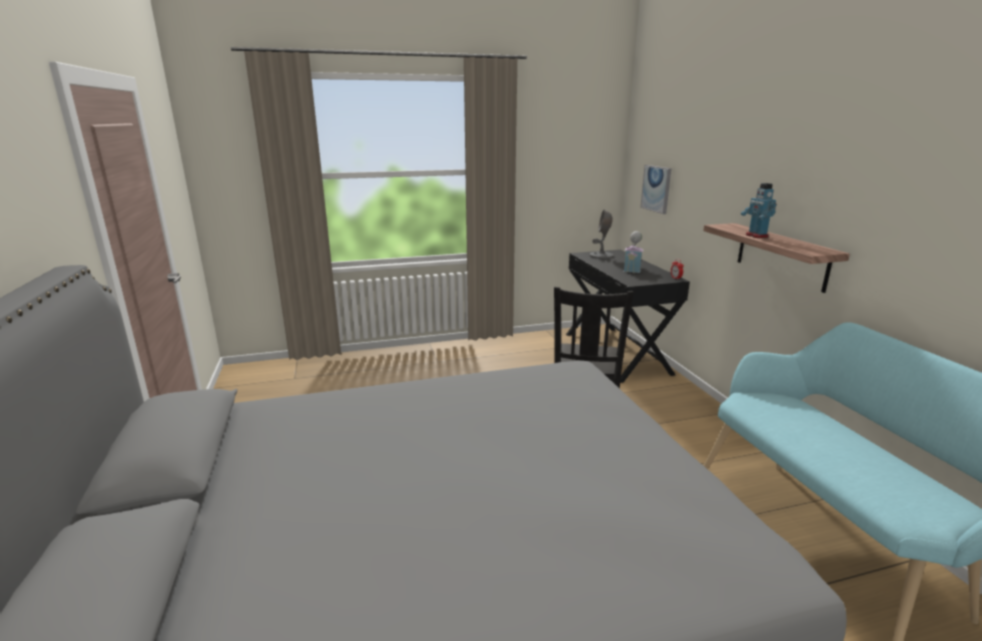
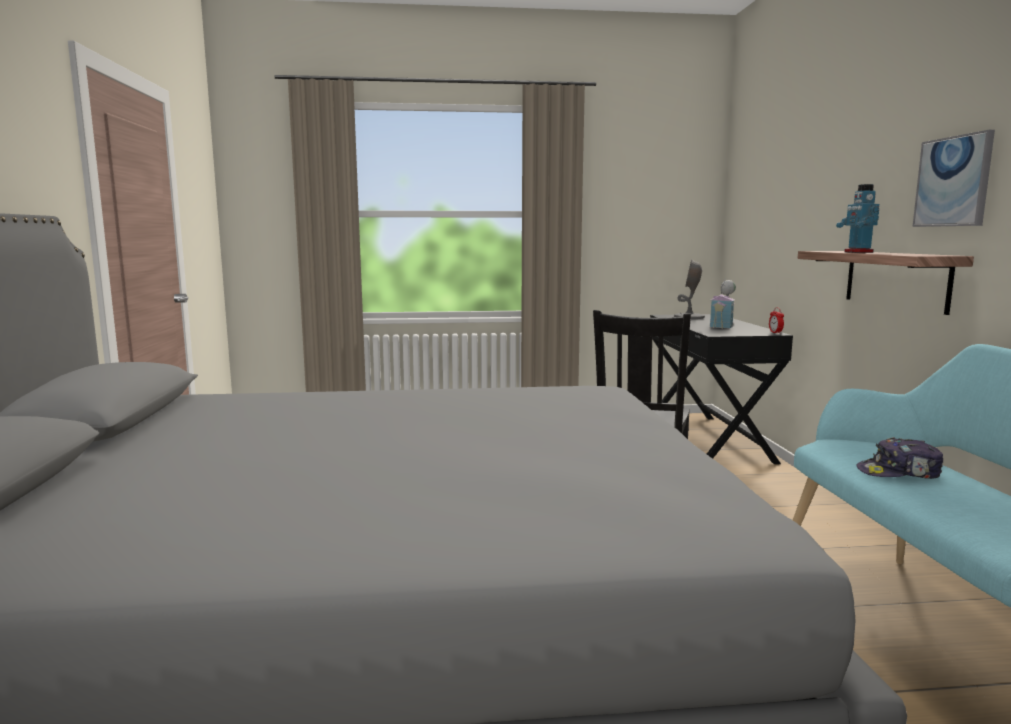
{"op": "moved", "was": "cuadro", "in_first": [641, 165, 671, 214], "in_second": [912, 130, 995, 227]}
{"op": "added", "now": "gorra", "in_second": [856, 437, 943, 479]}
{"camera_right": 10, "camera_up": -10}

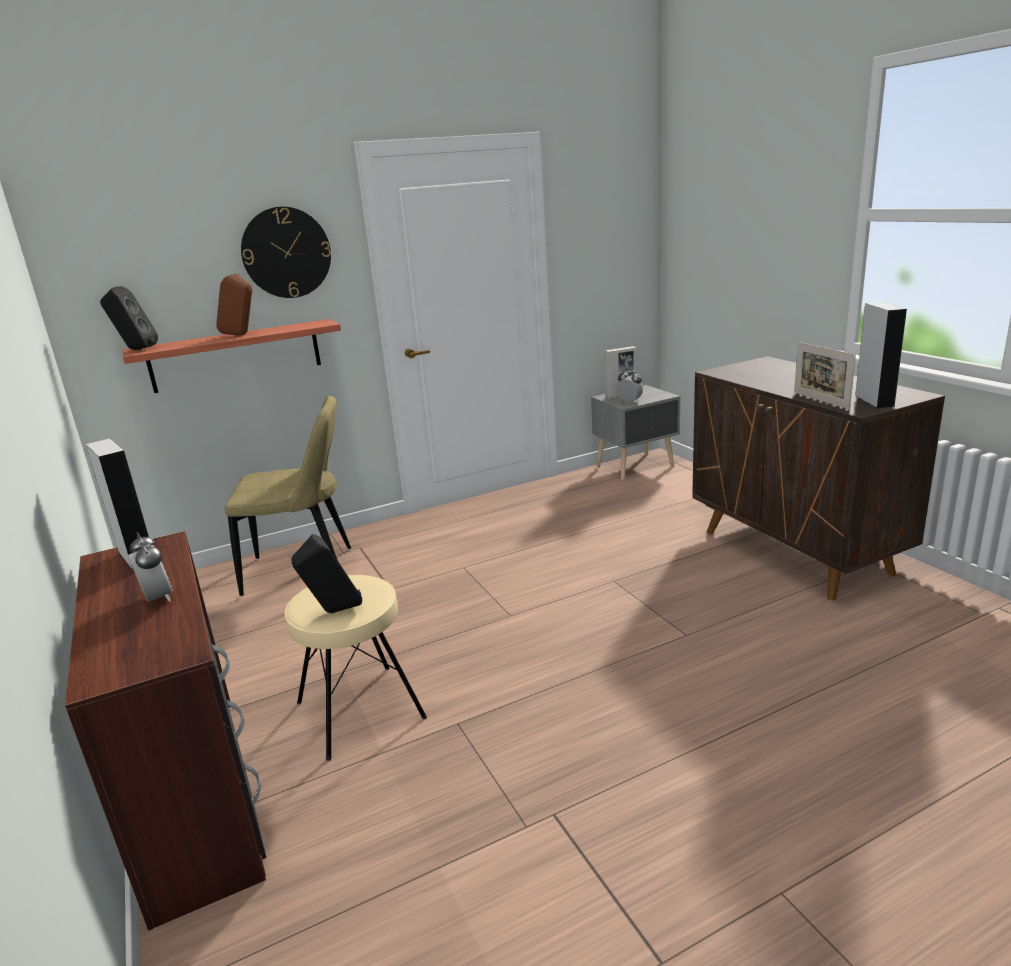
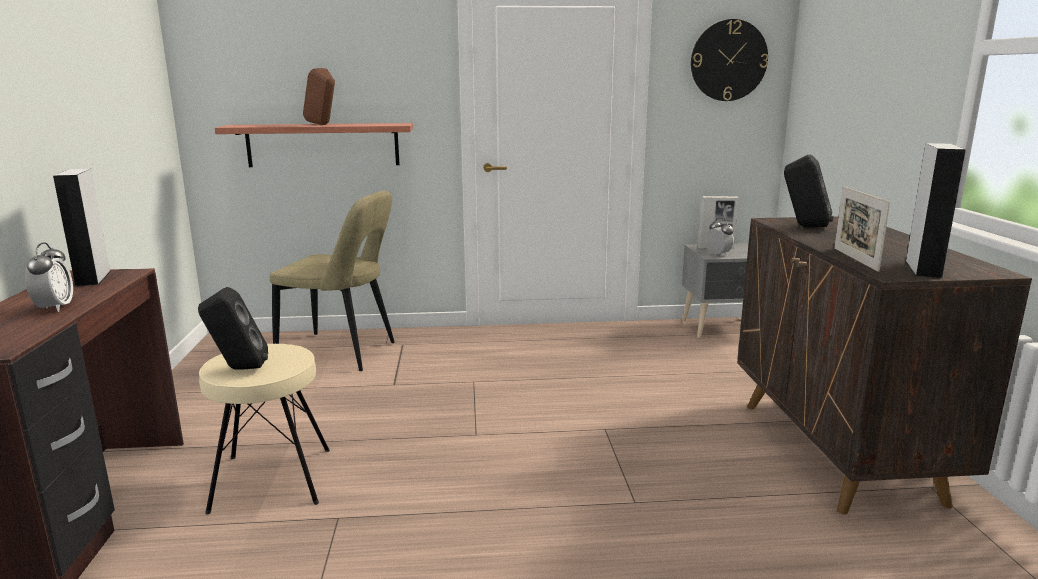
{"op": "moved", "was": "reloj de pared", "in_first": [241, 207, 331, 298], "in_second": [691, 19, 768, 101]}
{"op": "moved", "was": "altavoz (negro)", "in_first": [100, 286, 158, 350], "in_second": [784, 154, 833, 227]}
{"camera_right": 20, "camera_up": -5}

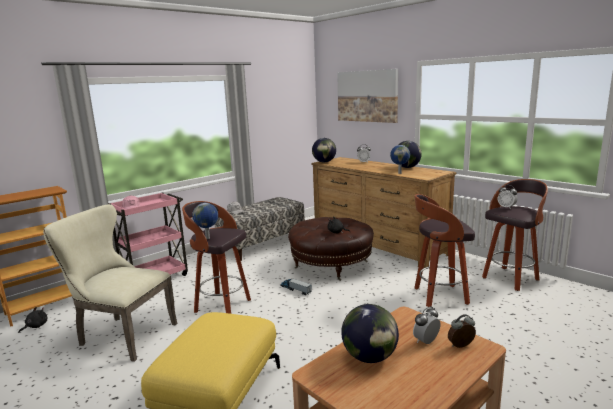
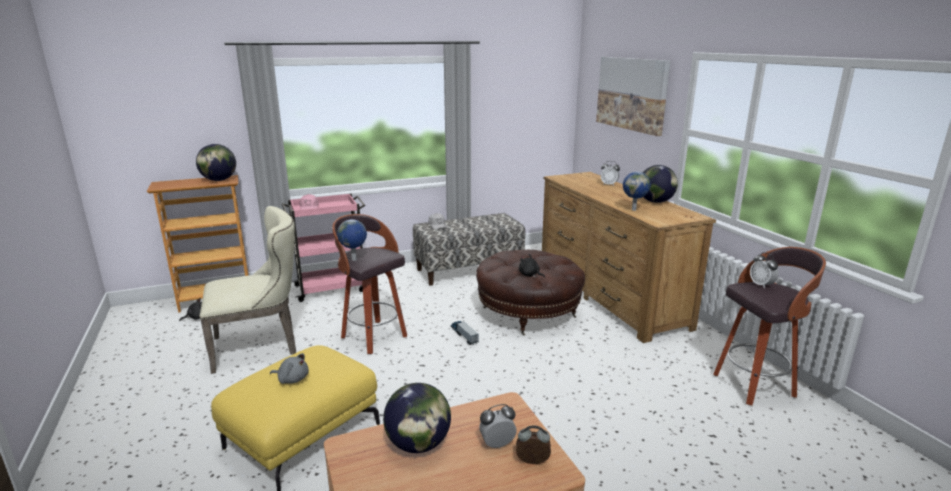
{"op": "moved", "was": "globo terráqueo", "in_first": [312, 138, 336, 162], "in_second": [196, 144, 236, 181]}
{"op": "removed", "was": "taburete", "in_first": [414, 194, 475, 307]}
{"op": "turned", "was": "silla (beis)", "in_first": [43, 204, 177, 362], "in_second": [200, 206, 296, 374], "clockwise": 120}
{"op": "added", "now": "peluche (gris)", "in_second": [270, 353, 309, 384]}
{"camera_right": 20, "camera_up": 5}

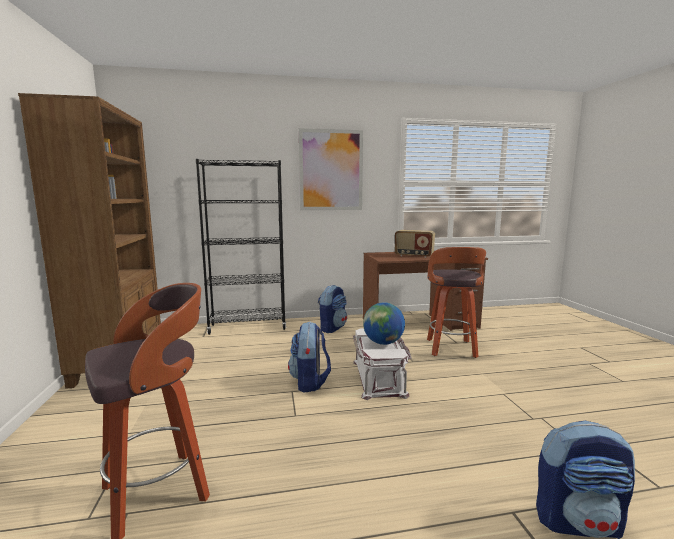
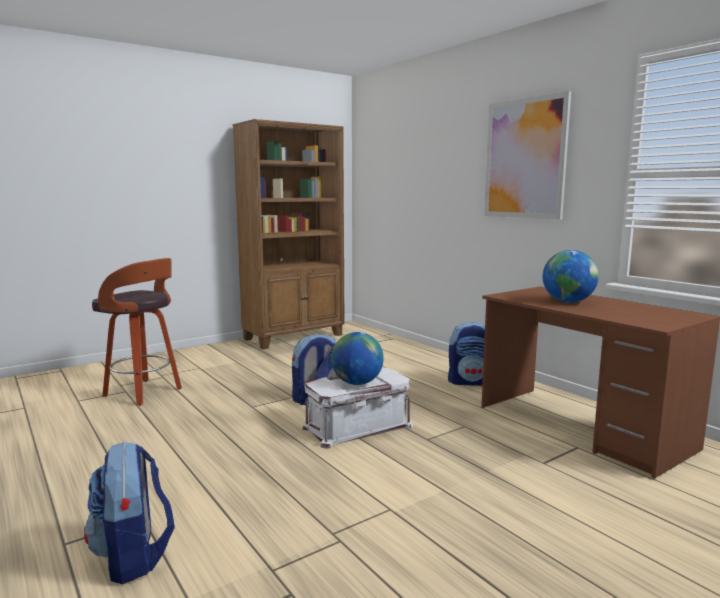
{"op": "removed", "was": "estantería (negro)", "in_first": [196, 159, 286, 335]}
{"op": "replaced", "was": "radio", "now": "globo terráqueo", "in_first": [395, 230, 435, 258], "in_second": [543, 250, 599, 303]}
{"op": "removed", "was": "taburete", "in_first": [427, 247, 486, 358]}
{"camera_right": 65, "camera_up": 0}

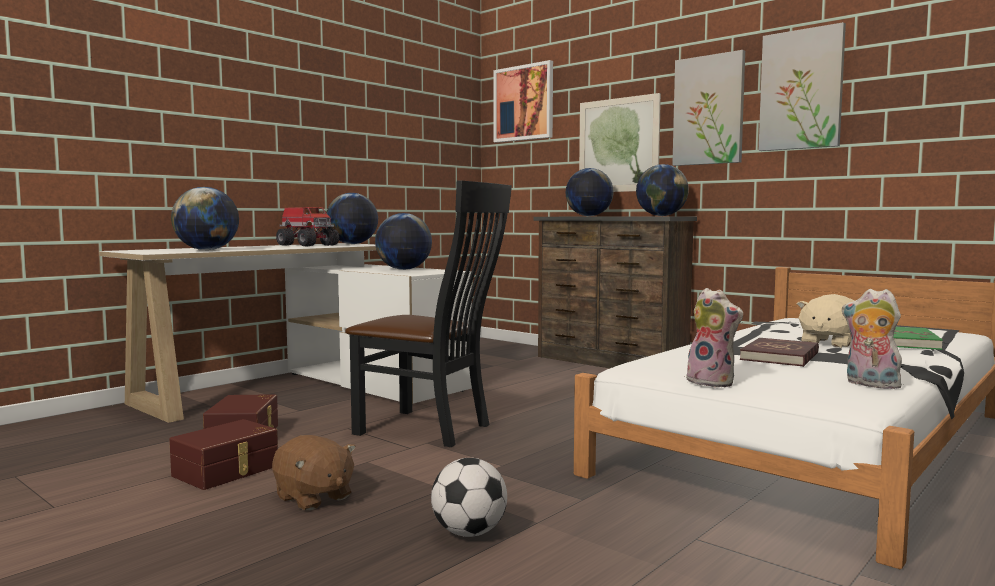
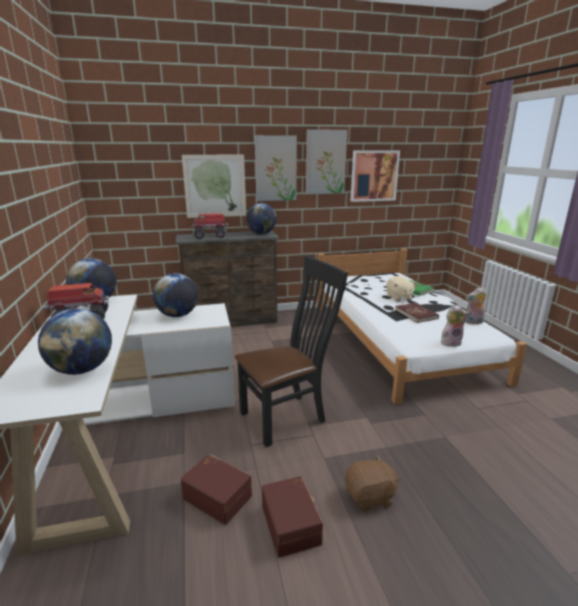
{"op": "moved", "was": "cuadro", "in_first": [493, 60, 553, 143], "in_second": [351, 150, 400, 202]}
{"op": "replaced", "was": "globo terráqueo", "now": "camión de juguete", "in_first": [565, 168, 614, 216], "in_second": [192, 213, 228, 239]}
{"op": "removed", "was": "balón de fútbol", "in_first": [431, 458, 507, 537]}
{"camera_right": -55, "camera_up": 15}

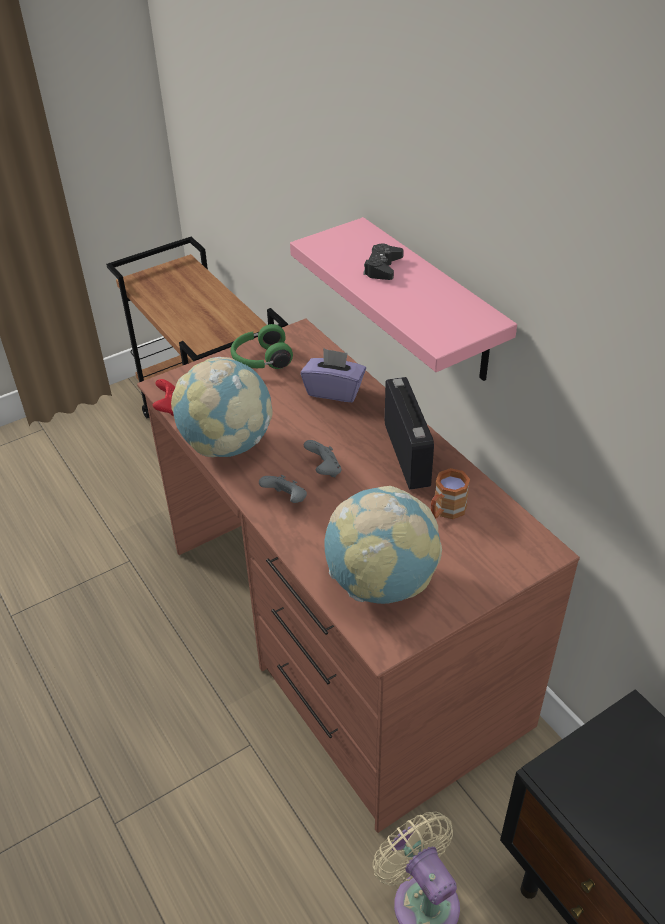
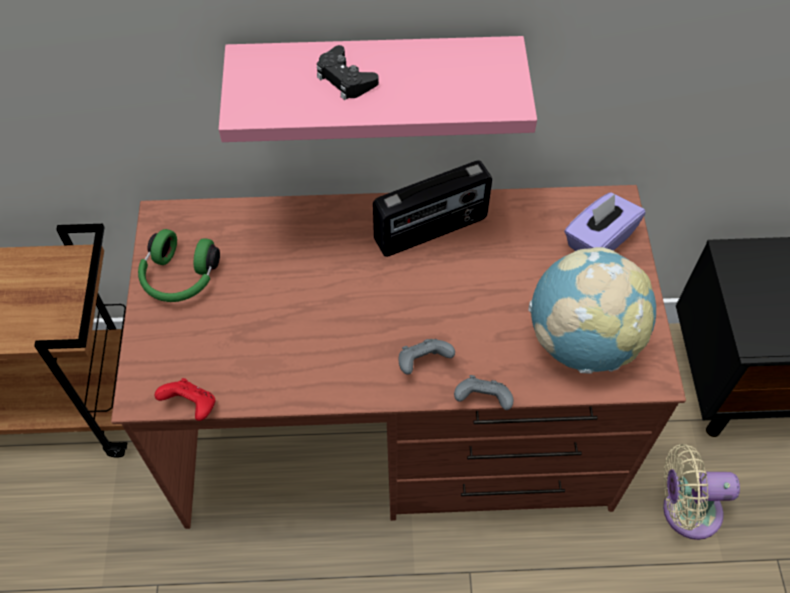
{"op": "moved", "was": "caja de pañuelos (morado)", "in_first": [301, 348, 366, 402], "in_second": [564, 192, 645, 251]}
{"op": "removed", "was": "globo terráqueo", "in_first": [171, 357, 272, 457]}
{"op": "turned", "was": "radio", "in_first": [385, 377, 434, 490], "in_second": [373, 160, 492, 257], "clockwise": 135}
{"op": "moved", "was": "mando de consola (gris)", "in_first": [304, 440, 341, 477], "in_second": [454, 375, 514, 410]}
{"op": "removed", "was": "taza grande (marrón)", "in_first": [431, 468, 470, 519]}
{"camera_right": -60, "camera_up": 15}

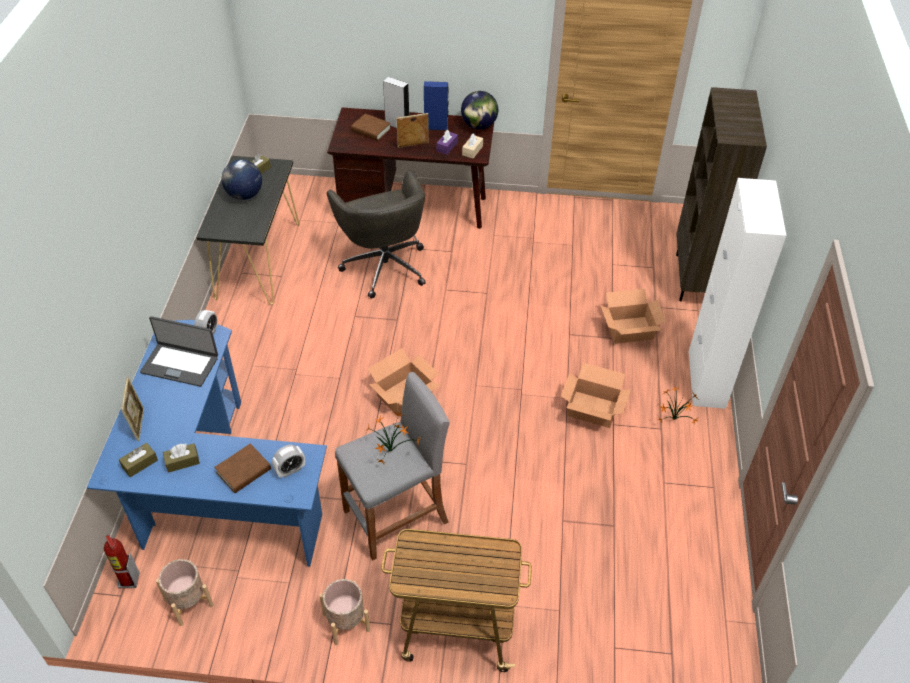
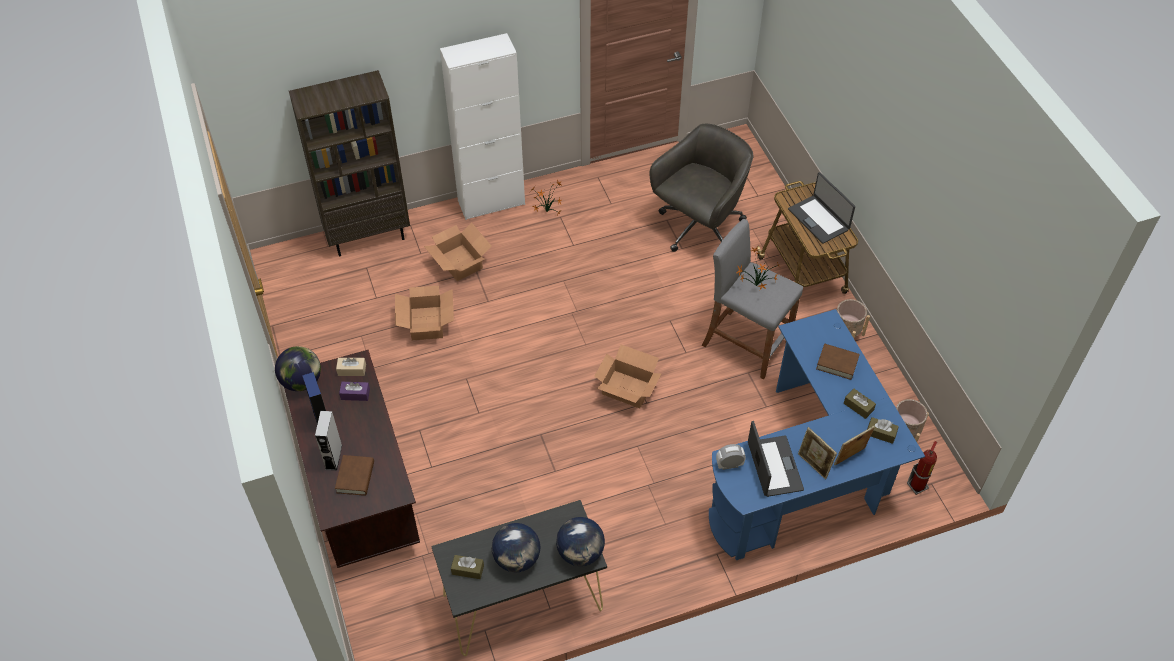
{"op": "moved", "was": "portarretratos", "in_first": [396, 113, 429, 148], "in_second": [798, 427, 837, 480]}
{"op": "moved", "was": "silla de oficina (gris)", "in_first": [327, 170, 426, 299], "in_second": [650, 124, 754, 252]}
{"op": "moved", "was": "caja de cartón", "in_first": [561, 363, 631, 428], "in_second": [395, 285, 454, 340]}
{"op": "removed", "was": "despertador", "in_first": [272, 445, 305, 478]}
{"op": "added", "now": "portátil", "in_second": [788, 172, 855, 244]}
{"op": "added", "now": "globo terráqueo", "in_second": [556, 517, 605, 566]}
{"camera_right": -115, "camera_up": 5}

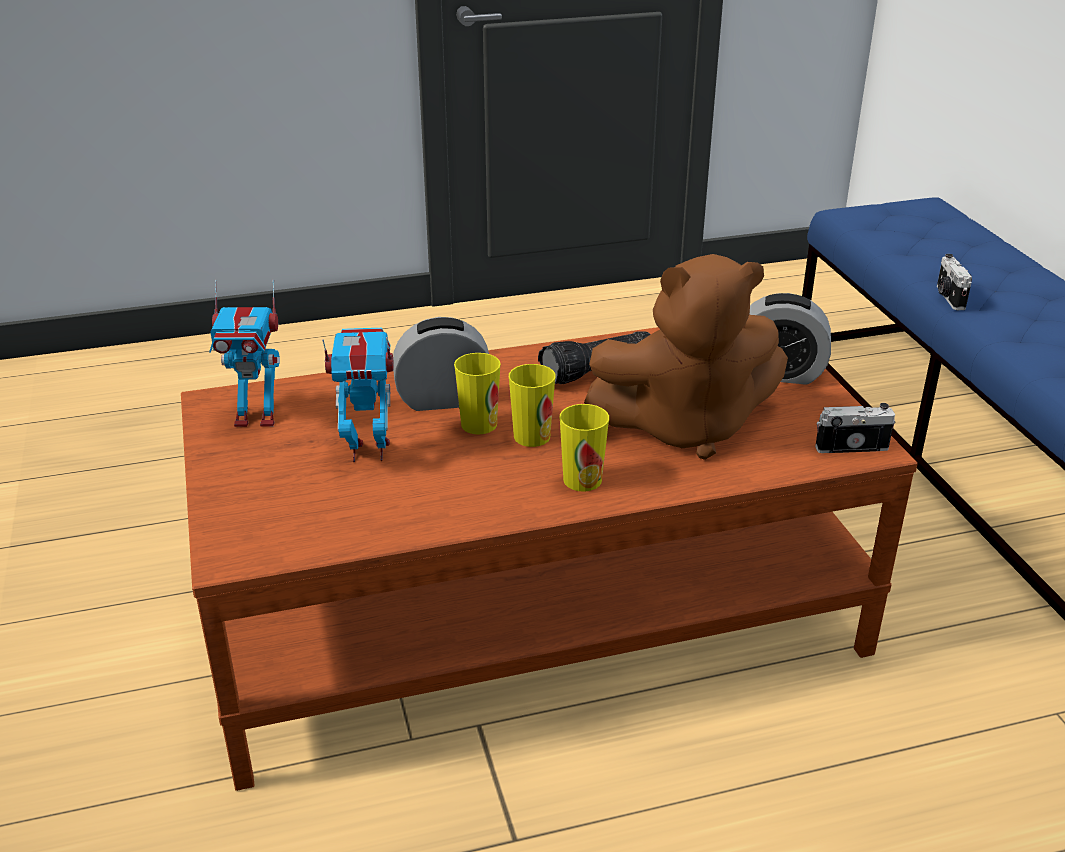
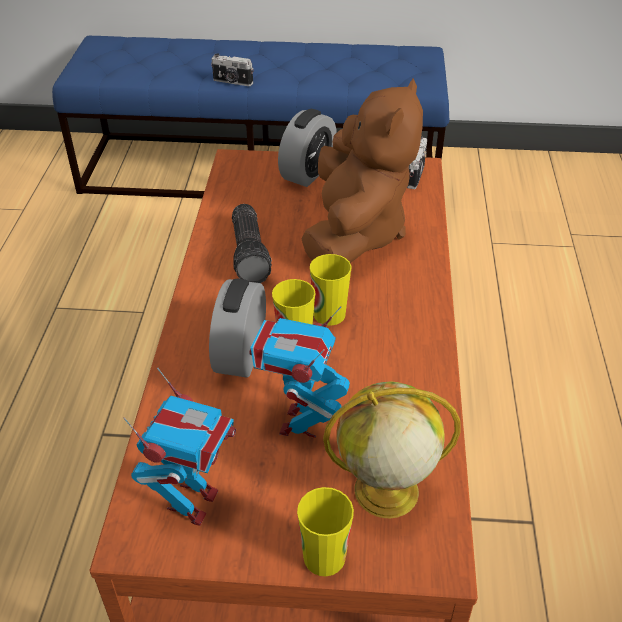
{"op": "moved", "was": "taza", "in_first": [559, 404, 609, 492], "in_second": [297, 487, 354, 576]}
{"op": "added", "now": "globo terráqueo", "in_second": [323, 381, 460, 518]}
{"camera_right": -70, "camera_up": 10}

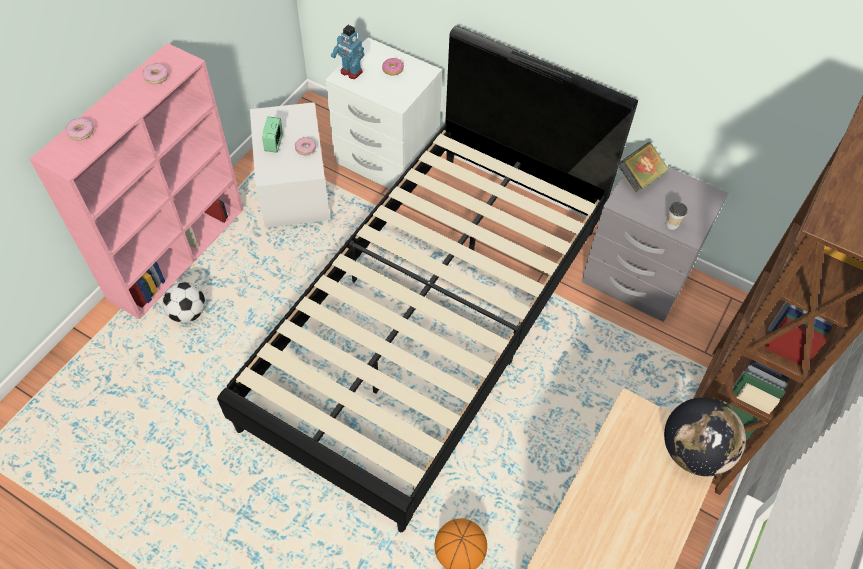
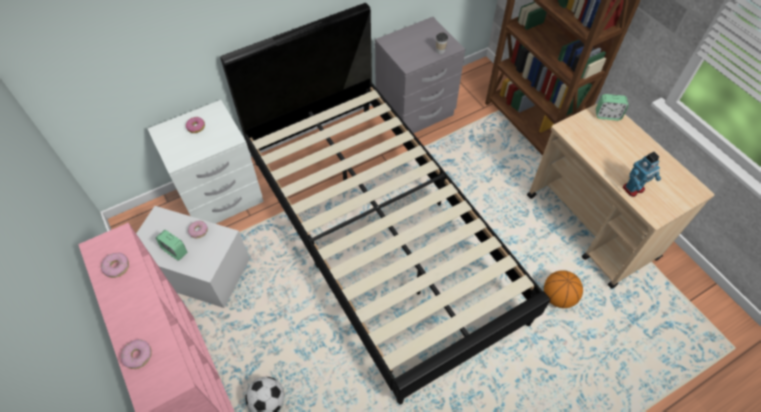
{"op": "moved", "was": "robot de juguete", "in_first": [331, 25, 364, 79], "in_second": [623, 152, 661, 197]}
{"op": "removed", "was": "libro", "in_first": [617, 142, 669, 192]}
{"op": "replaced", "was": "globo terráqueo", "now": "despertador", "in_first": [664, 397, 746, 476], "in_second": [596, 94, 628, 121]}
{"camera_right": -60, "camera_up": 0}

